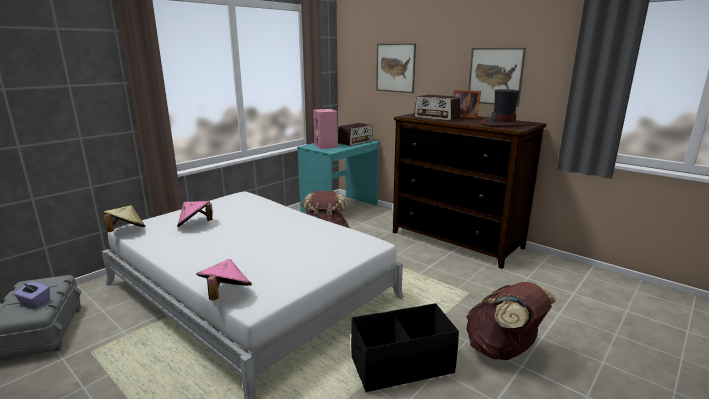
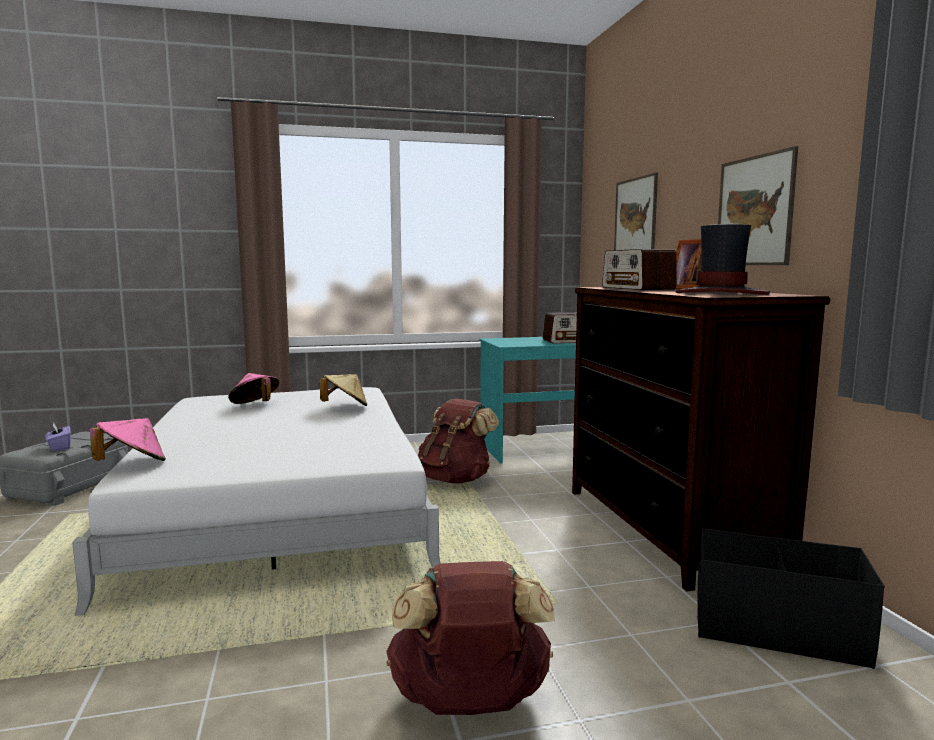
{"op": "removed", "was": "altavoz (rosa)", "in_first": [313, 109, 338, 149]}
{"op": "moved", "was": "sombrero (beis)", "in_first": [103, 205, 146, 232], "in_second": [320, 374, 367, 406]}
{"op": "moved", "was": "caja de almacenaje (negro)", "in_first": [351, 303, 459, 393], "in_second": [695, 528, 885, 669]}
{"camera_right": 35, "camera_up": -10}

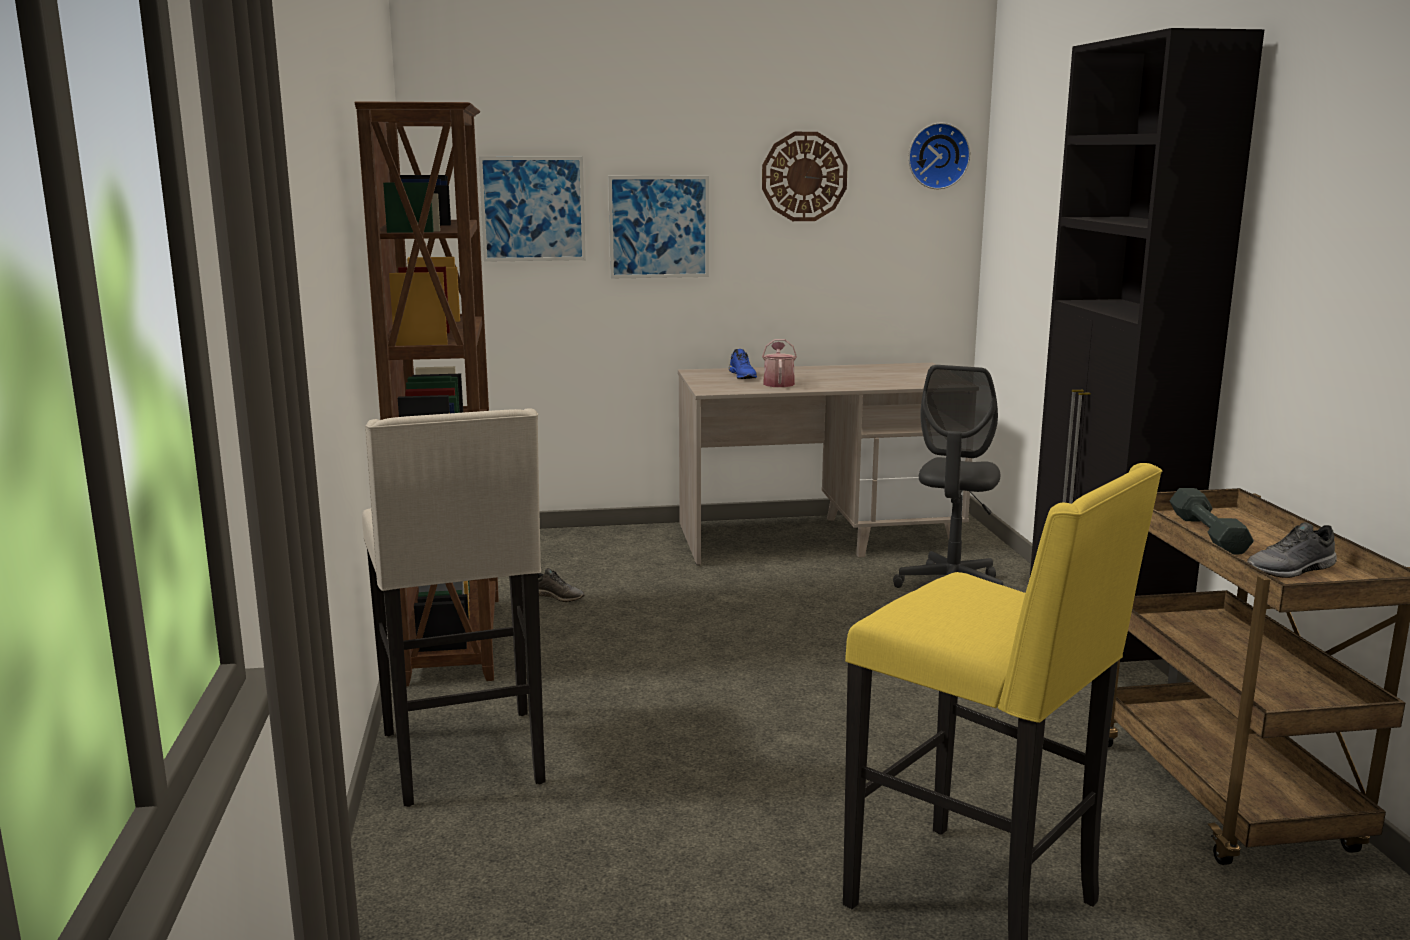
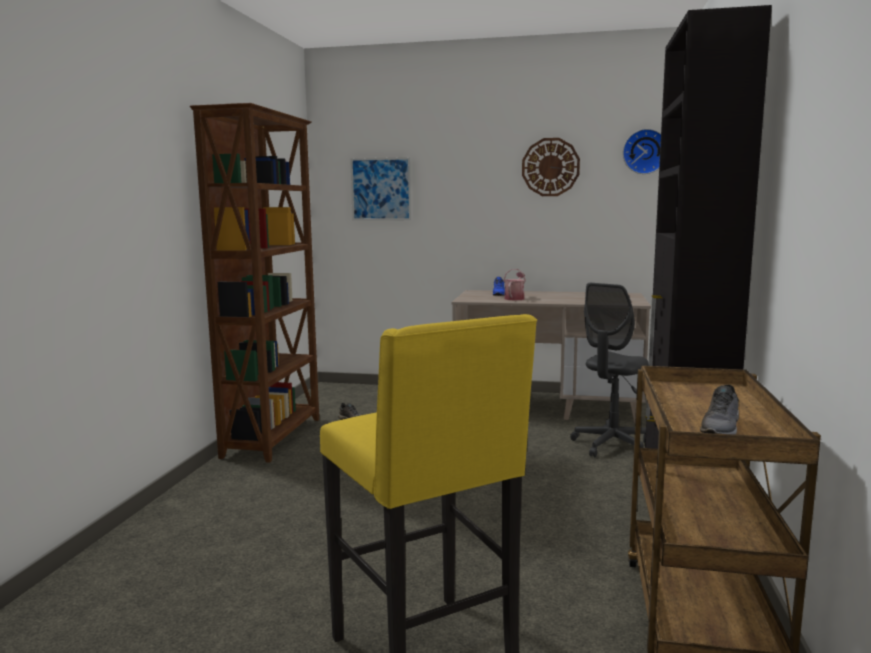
{"op": "removed", "was": "cuadro", "in_first": [608, 175, 709, 279]}
{"op": "removed", "was": "taburete (beis)", "in_first": [362, 409, 545, 807]}
{"op": "removed", "was": "mancuerna (gris)", "in_first": [1170, 488, 1254, 555]}
{"op": "turned", "was": "zapato (gris)", "in_first": [1247, 522, 1337, 578], "in_second": [700, 385, 739, 435], "clockwise": -60}
{"camera_right": 20, "camera_up": -5}

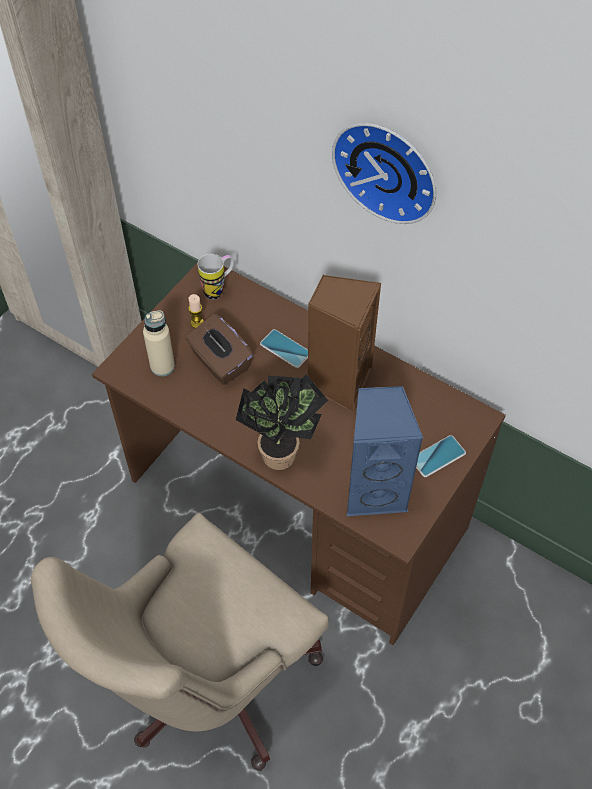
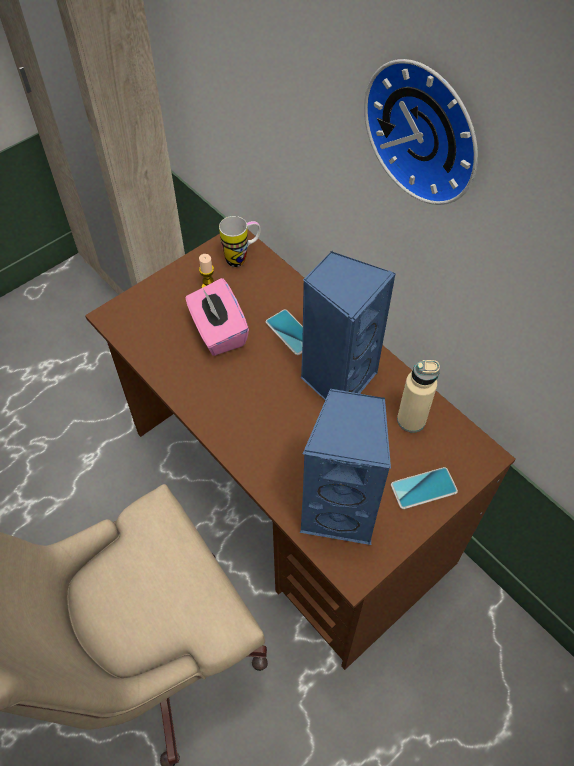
{"op": "recoloured", "was": "altavoz (marrón)", "now": "altavoz (azul)", "in_first": [308, 275, 381, 412], "in_second": [300, 250, 396, 400]}
{"op": "moved", "was": "botella (beis)", "in_first": [143, 310, 175, 376], "in_second": [397, 360, 440, 433]}
{"op": "recoloured", "was": "caja de pañuelos (marrón)", "now": "caja de pañuelos (rosa)", "in_first": [185, 314, 253, 385], "in_second": [185, 278, 249, 356]}
{"op": "removed", "was": "planta en maceta", "in_first": [236, 374, 328, 470]}
{"camera_right": 15, "camera_up": 0}

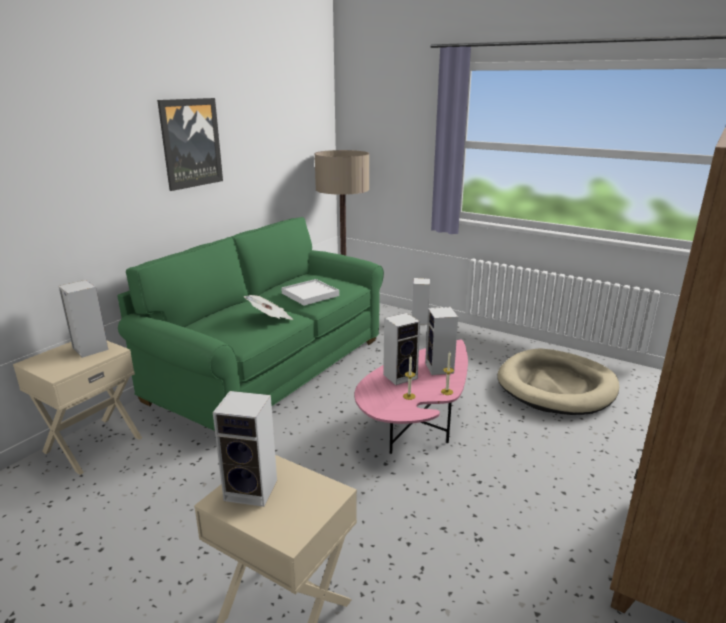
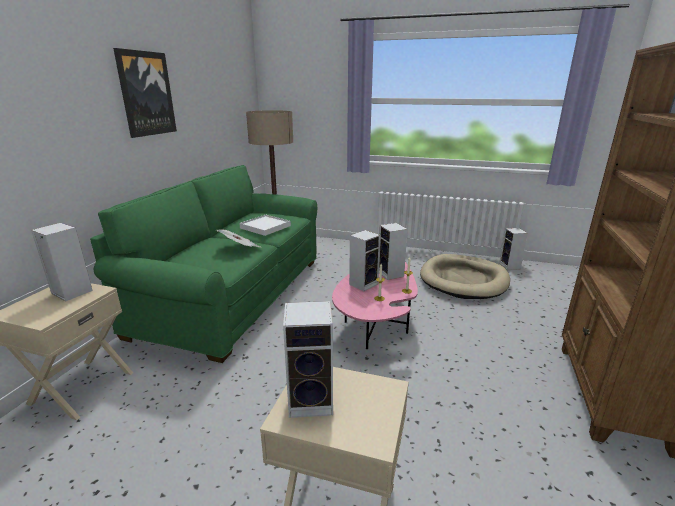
{"op": "moved", "was": "altavoz", "in_first": [412, 278, 430, 325], "in_second": [499, 228, 528, 270]}
{"camera_right": -15, "camera_up": 0}

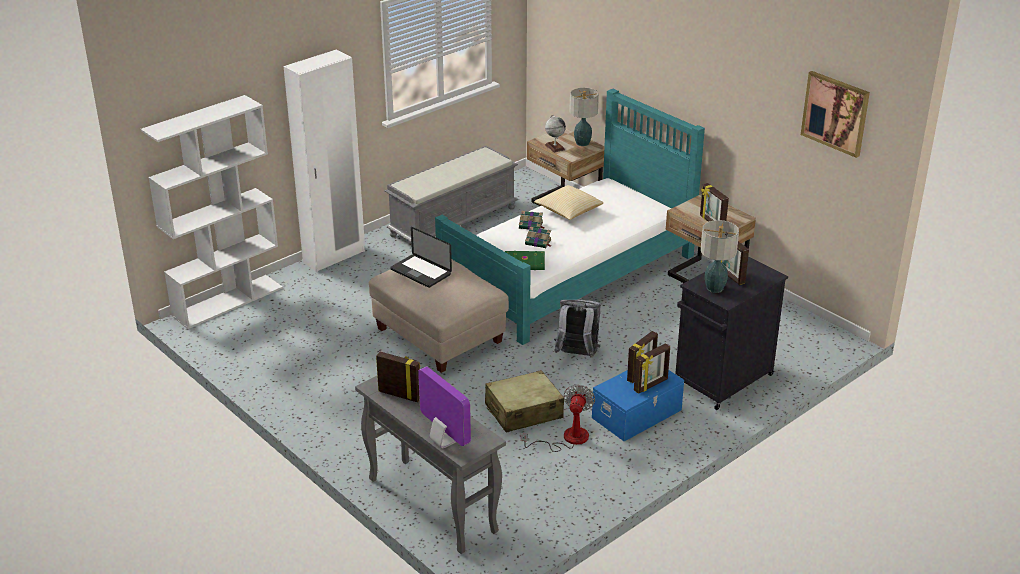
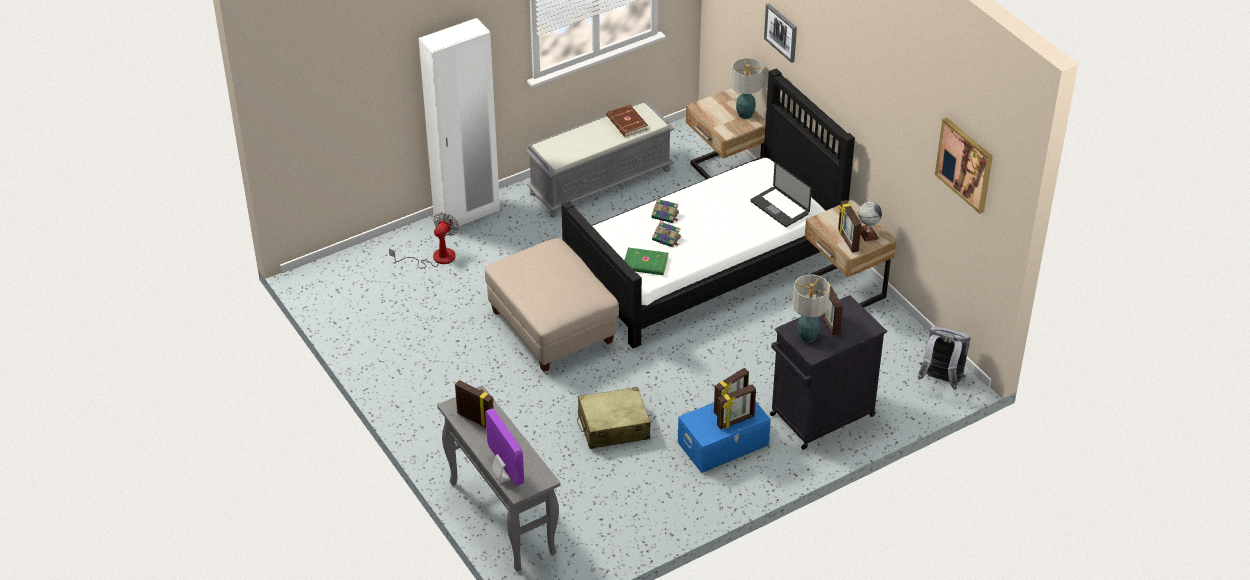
{"op": "recoloured", "was": "cama (turquesa)", "now": "cama (negro)", "in_first": [435, 89, 705, 345], "in_second": [561, 68, 855, 348]}
{"op": "removed", "was": "estantería (blanco)", "in_first": [141, 95, 283, 329]}
{"op": "moved", "was": "globo terráqueo", "in_first": [545, 115, 566, 152], "in_second": [858, 200, 882, 242]}
{"op": "removed", "was": "cojín", "in_first": [534, 185, 603, 220]}
{"op": "moved", "was": "portátil", "in_first": [390, 227, 452, 288], "in_second": [750, 162, 812, 227]}
{"op": "moved", "was": "mochila (gris)", "in_first": [554, 300, 601, 358], "in_second": [917, 327, 971, 390]}
{"op": "moved", "was": "ventilador", "in_first": [521, 384, 595, 452], "in_second": [389, 212, 459, 268]}
{"op": "added", "now": "cuadro", "in_second": [764, 3, 797, 63]}
{"op": "added", "now": "libro (marrón)", "in_second": [606, 105, 648, 137]}
{"camera_right": 10, "camera_up": 10}

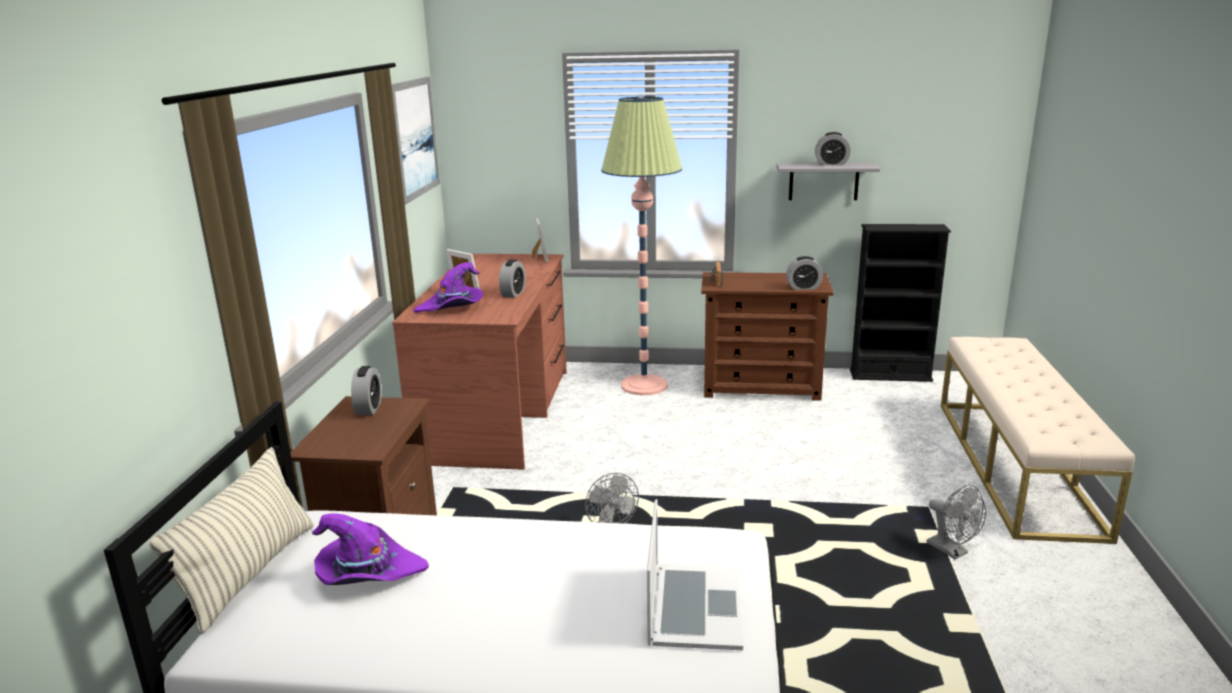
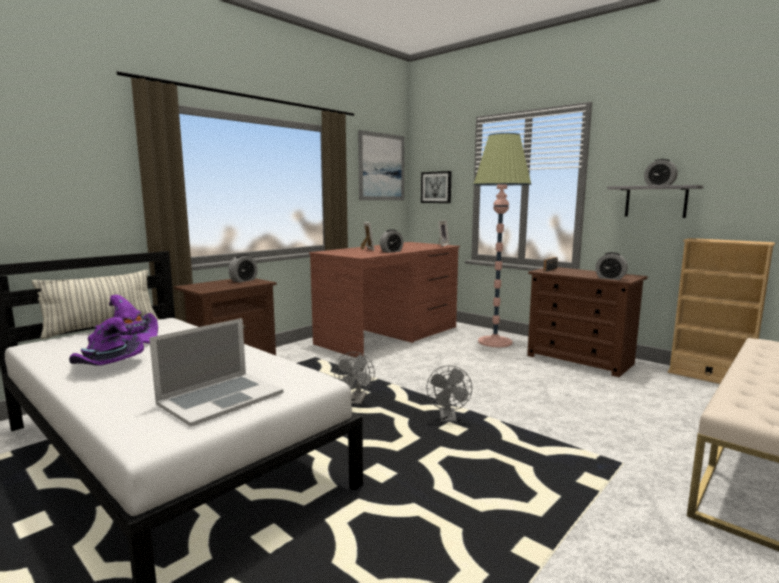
{"op": "recoloured", "was": "estantería (negro)", "now": "estantería (beis)", "in_first": [850, 224, 951, 382], "in_second": [668, 238, 775, 384]}
{"op": "moved", "was": "sombrero (morado)", "in_first": [414, 262, 483, 313], "in_second": [69, 317, 144, 366]}
{"op": "moved", "was": "ventilador (gris)", "in_first": [927, 485, 986, 560], "in_second": [426, 365, 472, 422]}
{"op": "added", "now": "cuadro", "in_second": [421, 171, 452, 203]}
{"camera_right": 35, "camera_up": -10}

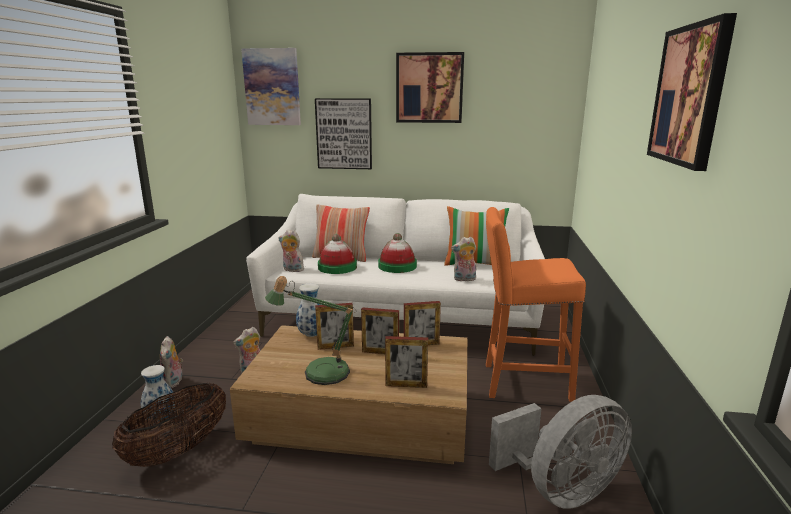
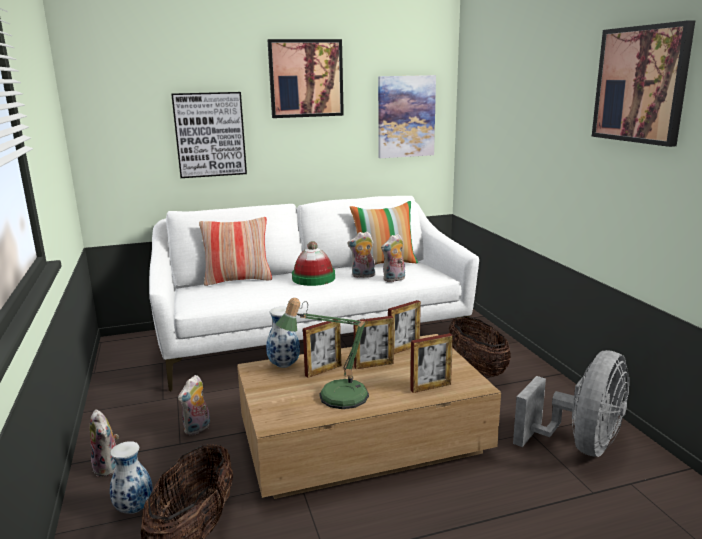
{"op": "moved", "was": "cuadro", "in_first": [241, 48, 301, 125], "in_second": [378, 75, 436, 158]}
{"op": "replaced", "was": "taburete (naranja)", "now": "cesta", "in_first": [486, 207, 586, 402], "in_second": [449, 317, 511, 378]}
{"op": "moved", "was": "peluche", "in_first": [279, 230, 304, 272], "in_second": [347, 231, 375, 278]}
{"op": "removed", "was": "sombrero", "in_first": [318, 234, 357, 274]}
{"camera_right": -25, "camera_up": 0}

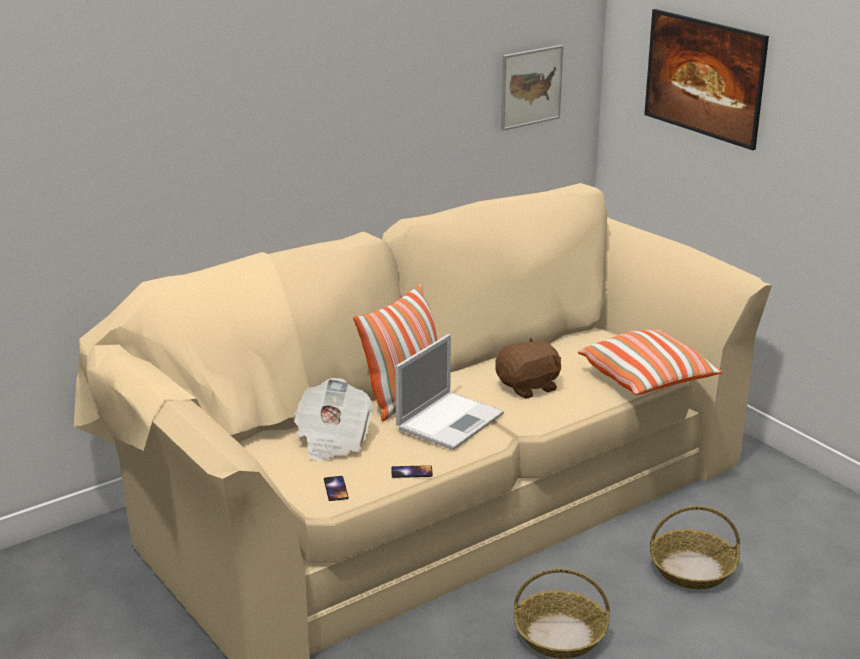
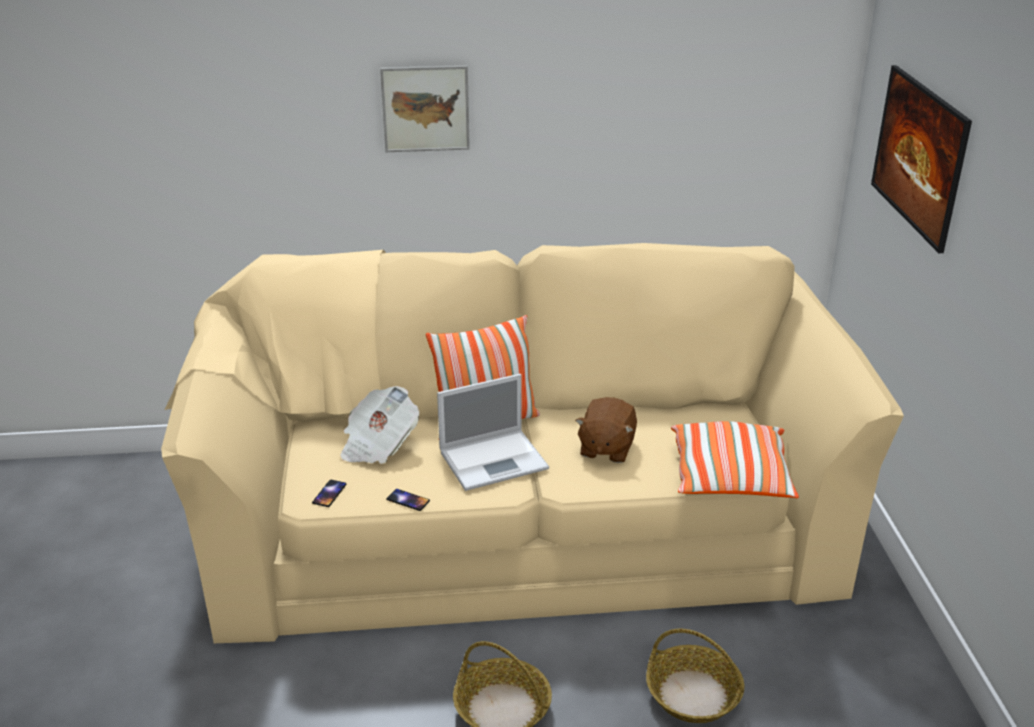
{"op": "moved", "was": "cuadro", "in_first": [501, 45, 563, 131], "in_second": [380, 65, 470, 152]}
{"op": "turned", "was": "peluche (marrón)", "in_first": [495, 337, 561, 399], "in_second": [575, 397, 637, 463], "clockwise": 105}
{"camera_right": 30, "camera_up": 5}

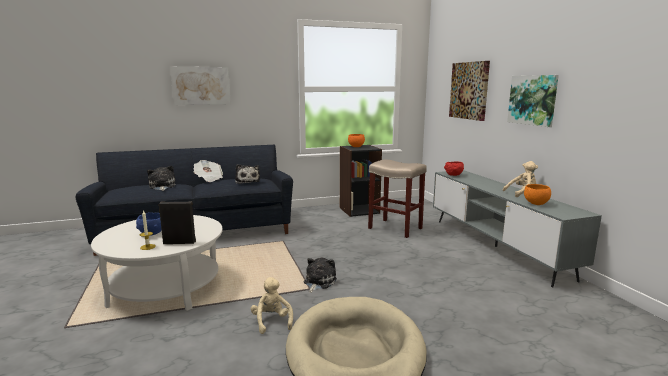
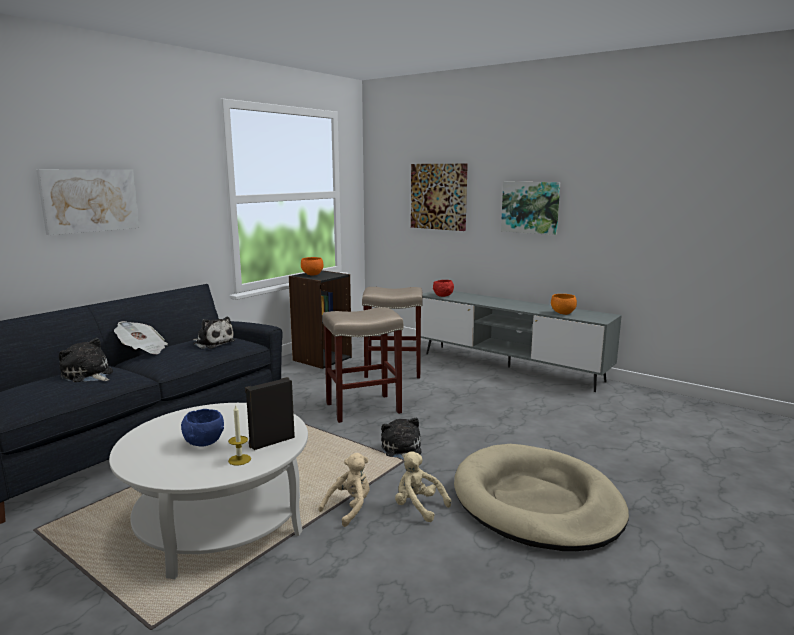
{"op": "moved", "was": "peluche (beis)", "in_first": [503, 161, 538, 197], "in_second": [319, 453, 370, 527]}
{"op": "added", "now": "taburete (beis)", "in_second": [322, 307, 403, 423]}
{"camera_right": -35, "camera_up": 0}

